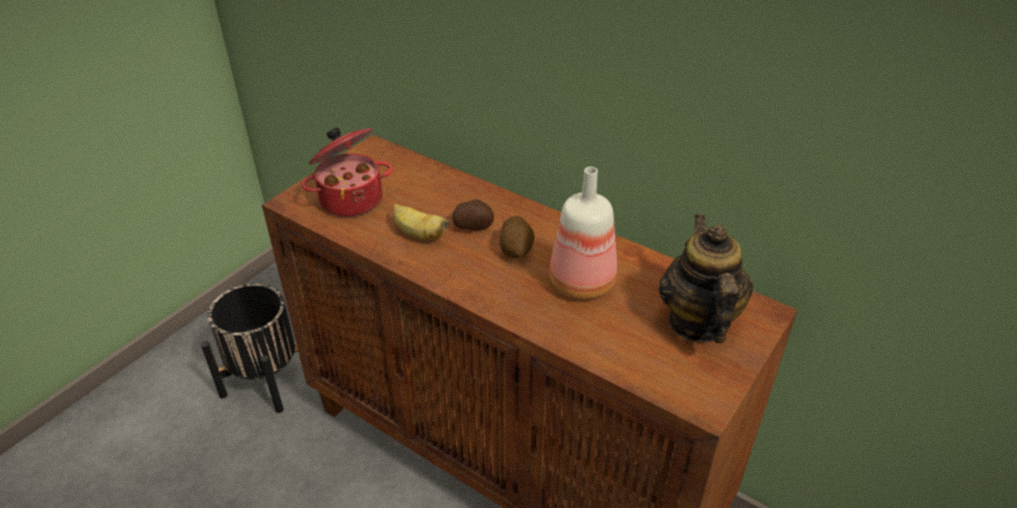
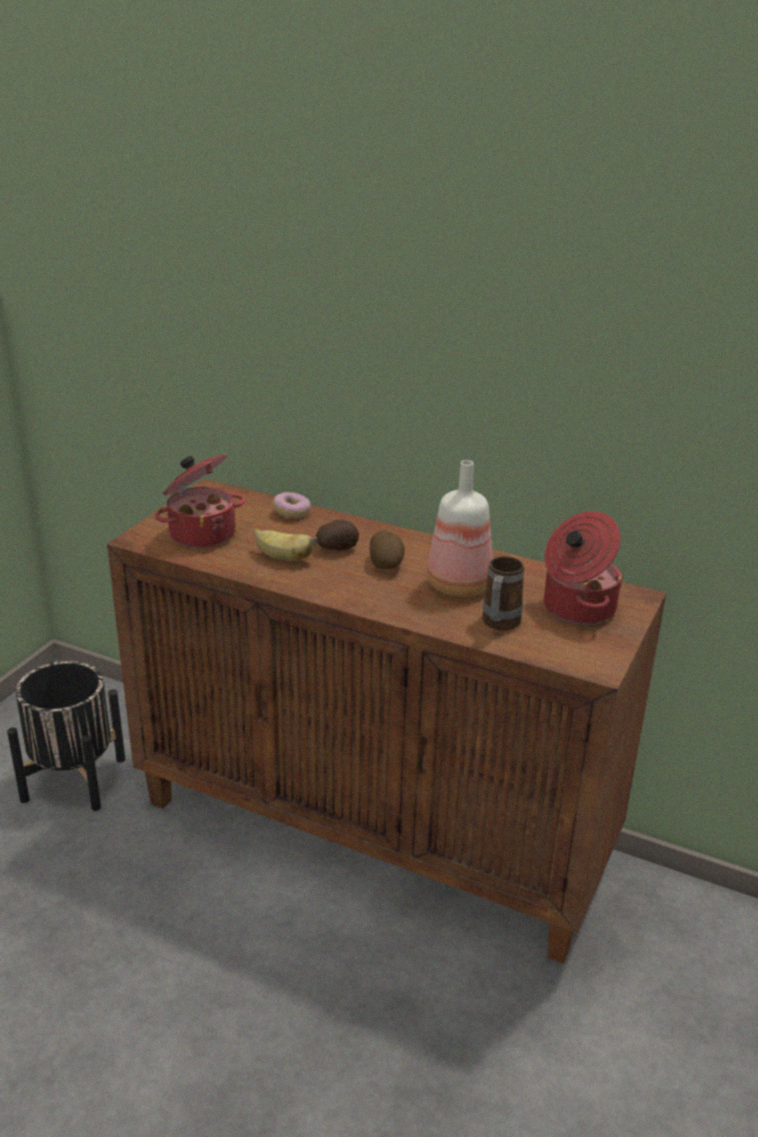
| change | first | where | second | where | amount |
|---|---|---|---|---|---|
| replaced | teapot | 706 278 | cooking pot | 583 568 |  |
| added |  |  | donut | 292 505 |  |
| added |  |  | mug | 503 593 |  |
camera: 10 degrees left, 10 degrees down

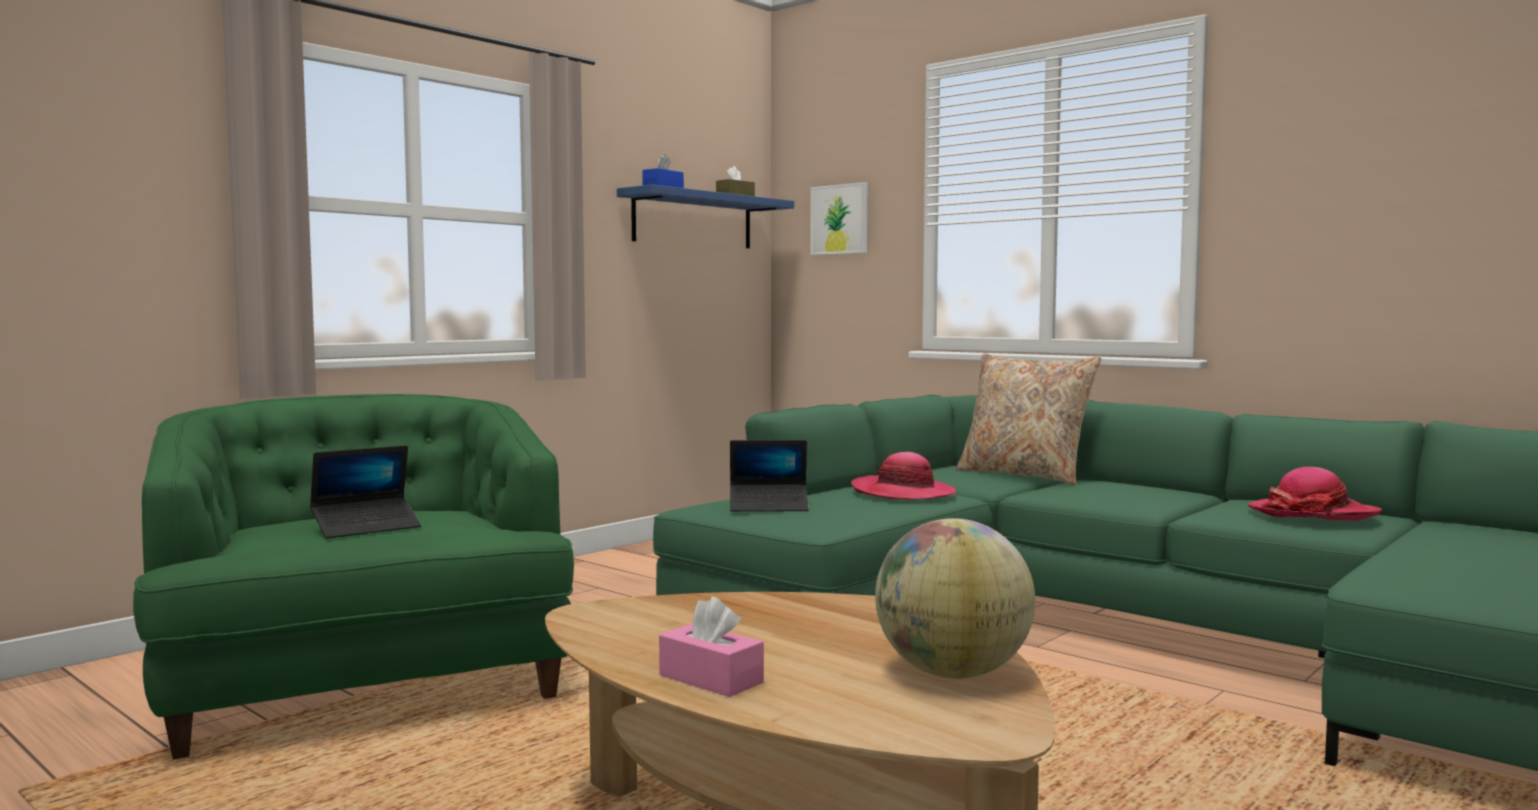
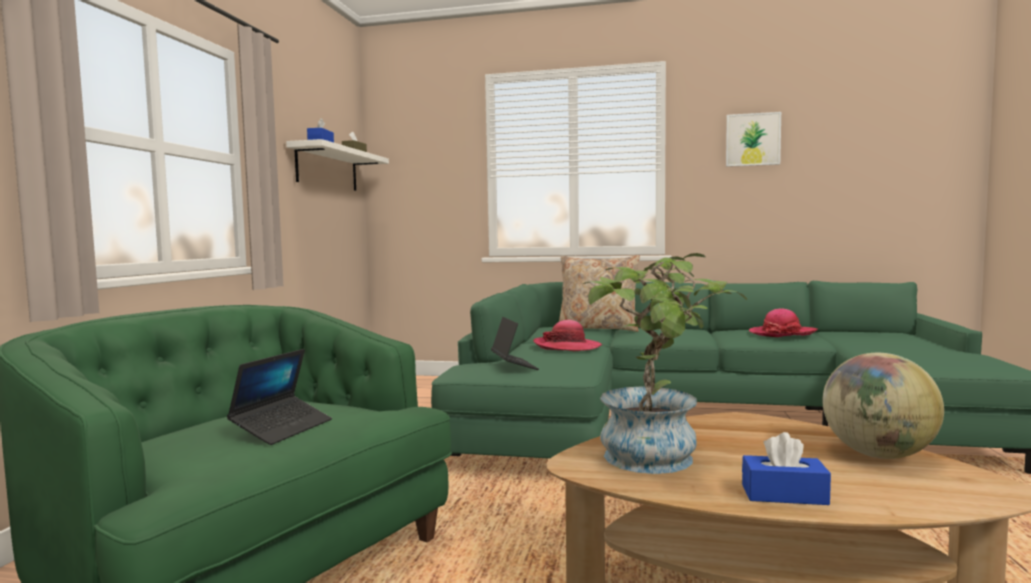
| change | first | where | second | where | amount |
|---|---|---|---|---|---|
| recoloured | blue shelf | 705 216 | white shelf | 337 165 |  |
| recoloured | pink tissue box | 711 647 | blue tissue box | 786 468 |  |
| turned | laptop | 769 476 |  | 515 343 | 75 degrees counterclockwise |
| moved | picture | 838 218 |  | 753 139 |  |
| added |  |  | potted plant | 665 363 |  |
camera: 30 degrees left, 0 degrees up

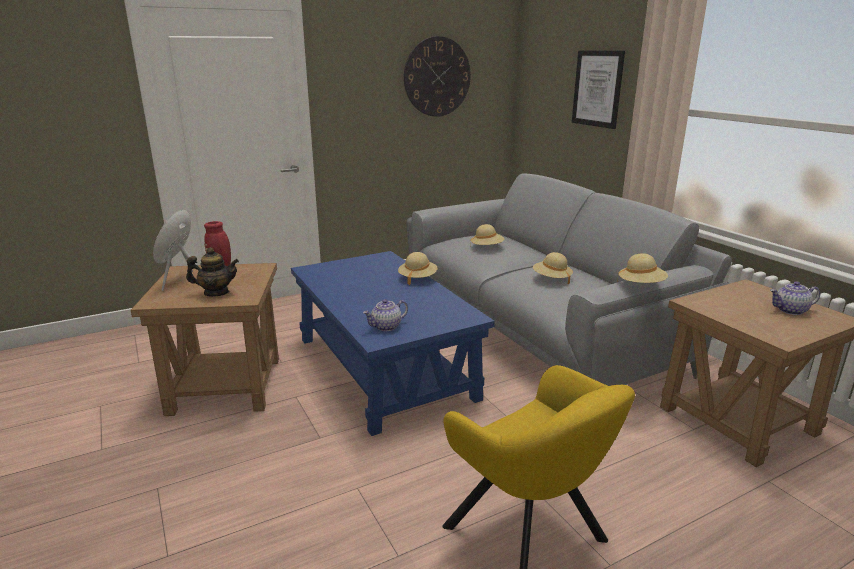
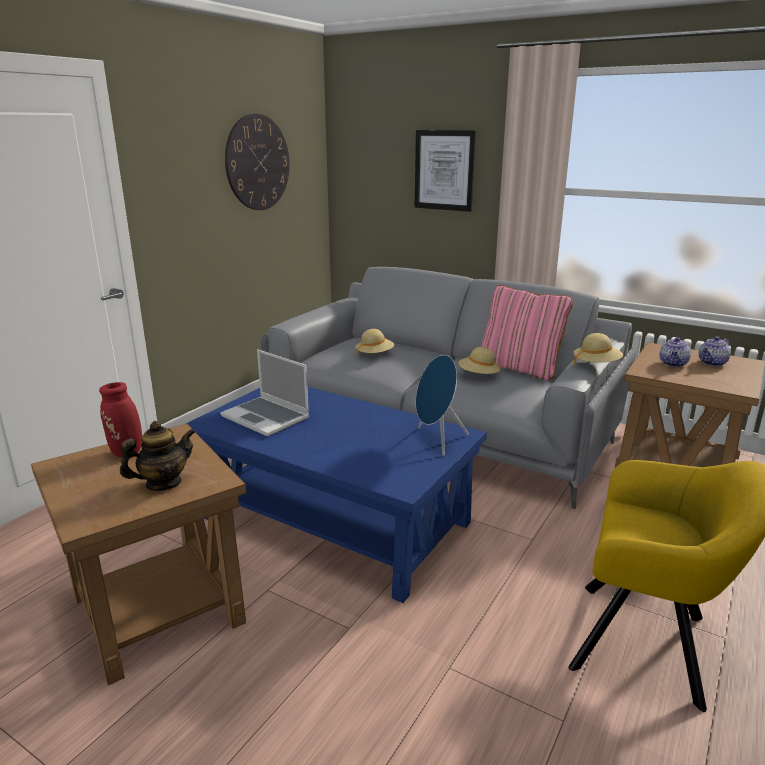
| change | first | where | second | where | amount |
|---|---|---|---|---|---|
| moved | blue speaker | 176 250 |  | 442 405 |  |
| moved | teapot | 385 315 |  | 675 352 |  |
| removed | beige hat | 417 268 |  |  |  |
| added |  |  | laptop | 265 393 |  |
| added |  |  | pink pillow | 527 332 |  |
camera: 30 degrees left, 0 degrees up

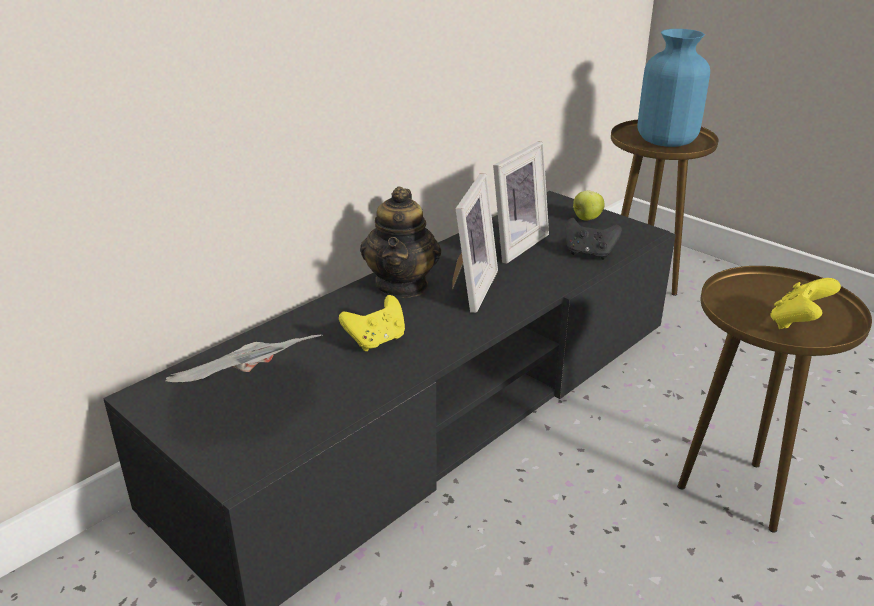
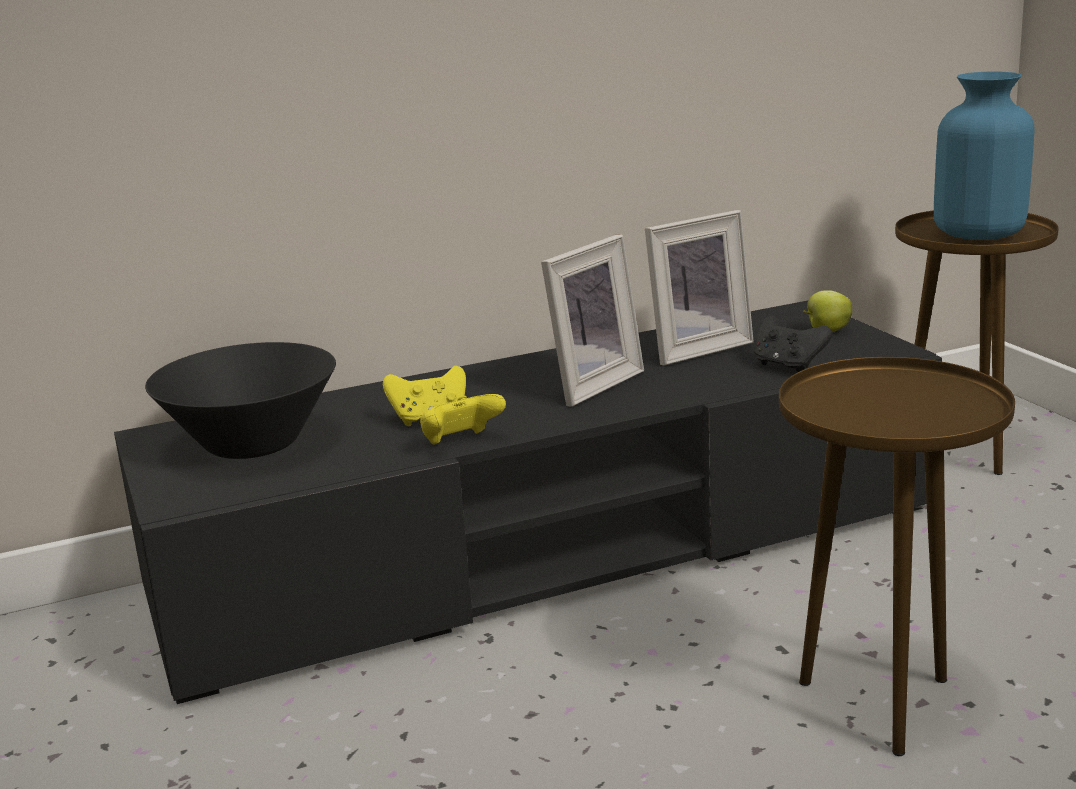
| change | first | where | second | where | amount |
|---|---|---|---|---|---|
| replaced | newspaper | 244 358 | black bowl | 240 400 |  |
| removed | teapot | 400 242 |  |  |  |
| moved | yellow game controller | 805 303 |  | 463 419 |  |
camera: 25 degrees right, 10 degrees down

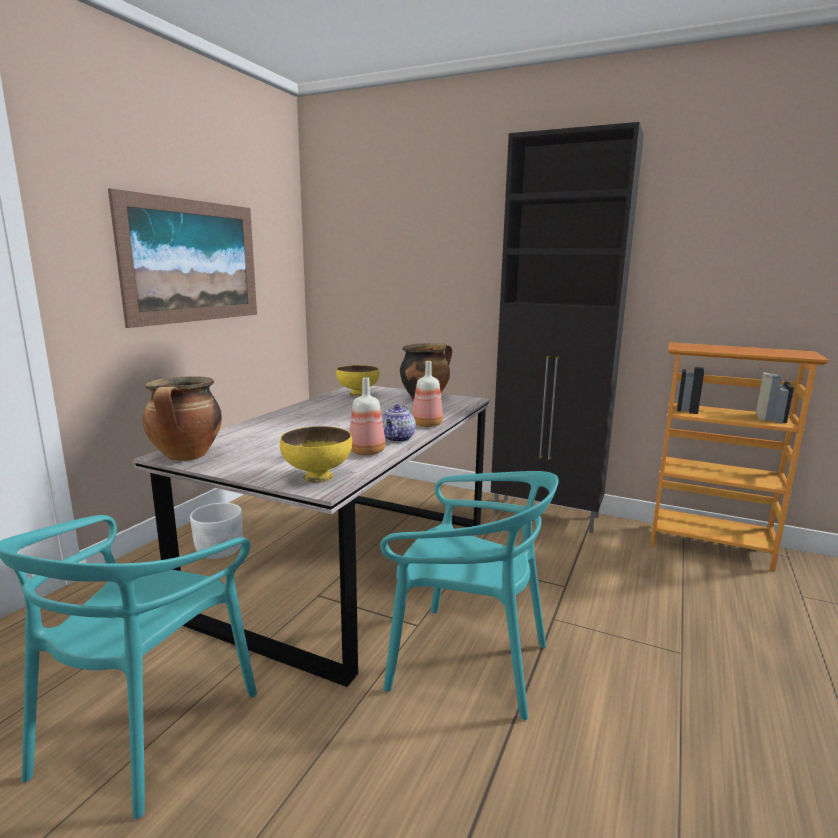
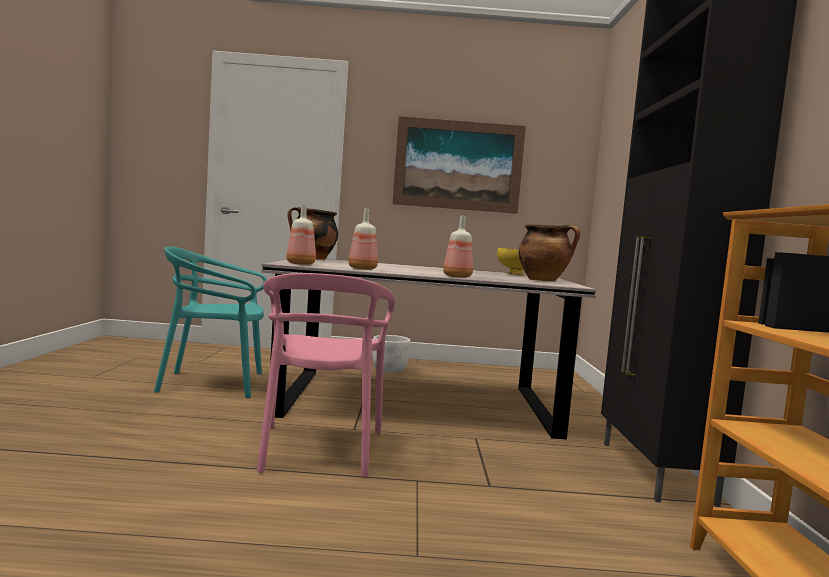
| change | first | where | second | where | amount |
|---|---|---|---|---|---|
| replaced | yellow bowl | 316 454 | bottle | 301 234 |  |
| recoloured | turquoise chair | 469 595 | pink chair | 326 375 |  |
| removed | teapot | 399 423 |  |  |  |
camera: 65 degrees right, 10 degrees down

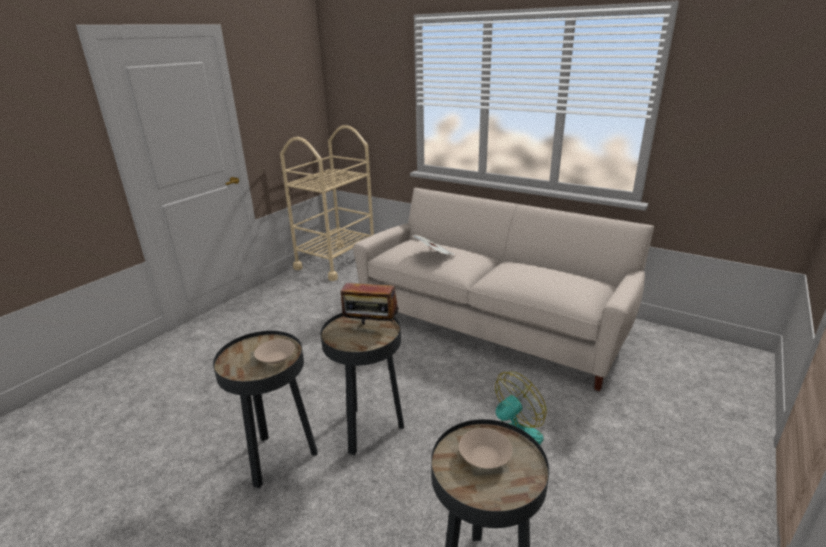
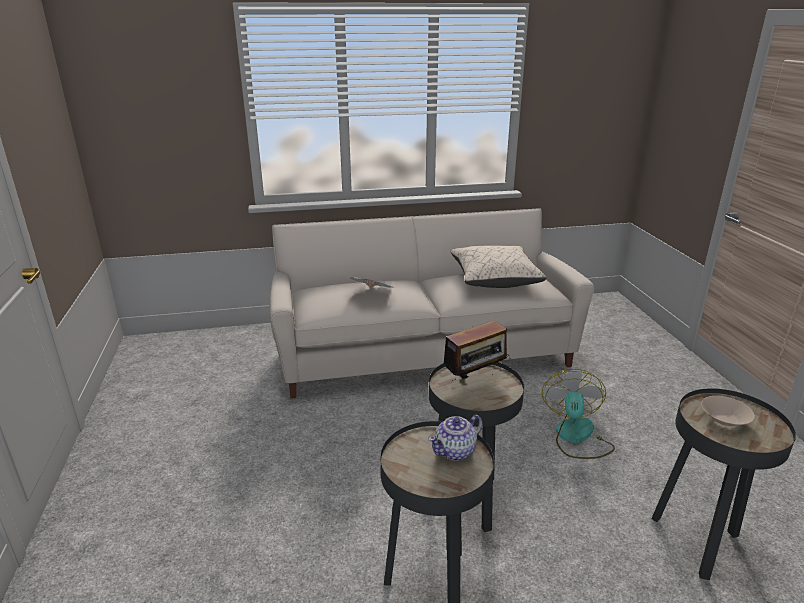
| change | first | where | second | where | amount |
|---|---|---|---|---|---|
| replaced | beige bowl | 274 351 | teapot | 455 438 |  |
| removed | beige cart | 327 203 |  |  |  |
| added |  |  | beige pillow | 498 267 |  |
camera: 45 degrees left, 0 degrees up

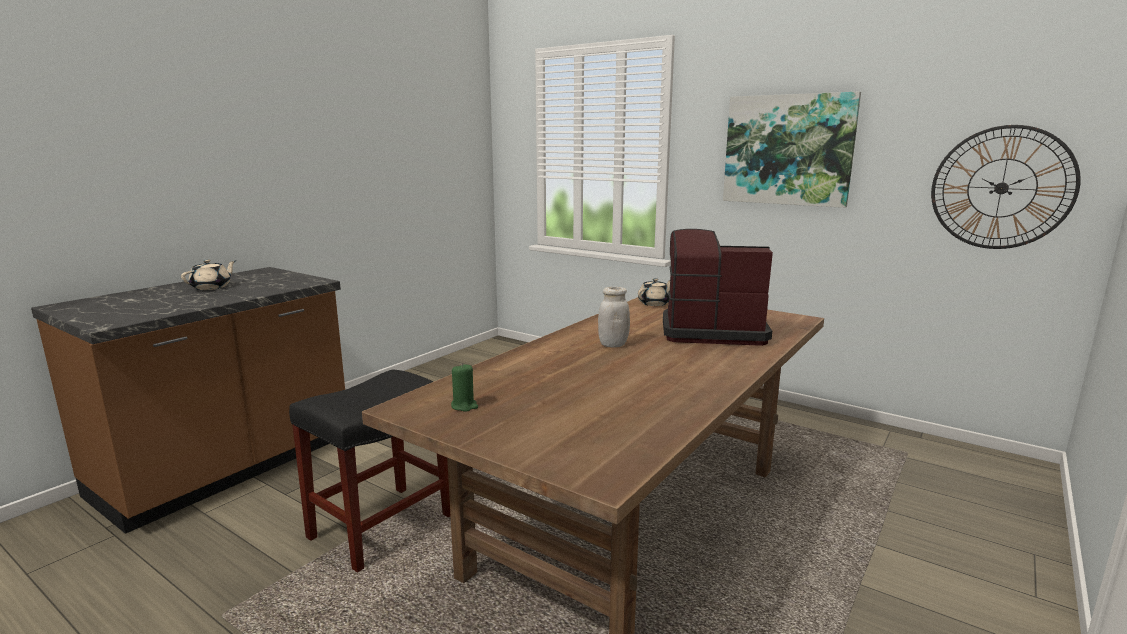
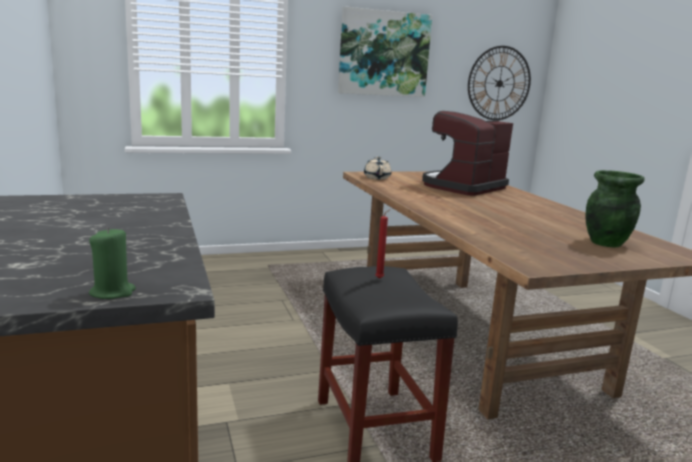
| change | first | where | second | where | amount |
|---|---|---|---|---|---|
| removed | beige teapot | 208 274 |  |  |  |
| moved | green candle | 464 387 |  | 112 263 |  |
| removed | white jar | 614 317 |  |  |  |
| added |  |  | red candle | 383 244 |  |
| added |  |  | green vase | 615 208 |  |
camera: 55 degrees left, 0 degrees up

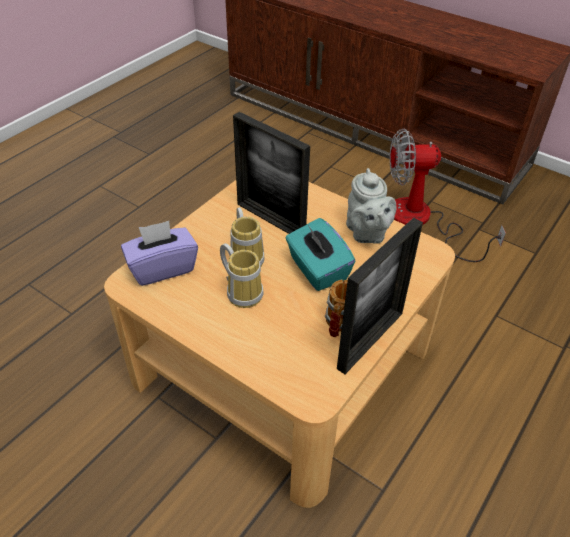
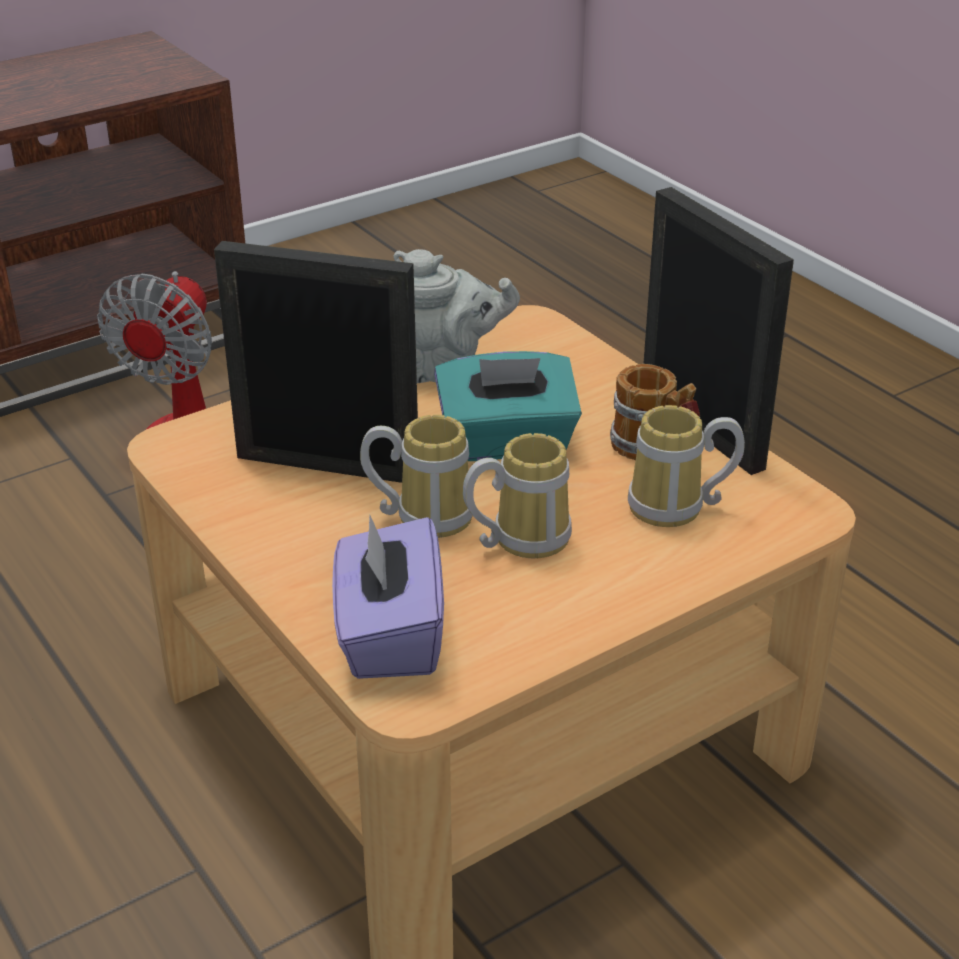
| change | first | where | second | where | amount |
|---|---|---|---|---|---|
| turned | picture frame | 271 173 |  | 316 362 | 135 degrees counterclockwise |
| added |  |  | mug | 686 466 |  |
camera: 70 degrees left, 10 degrees down

